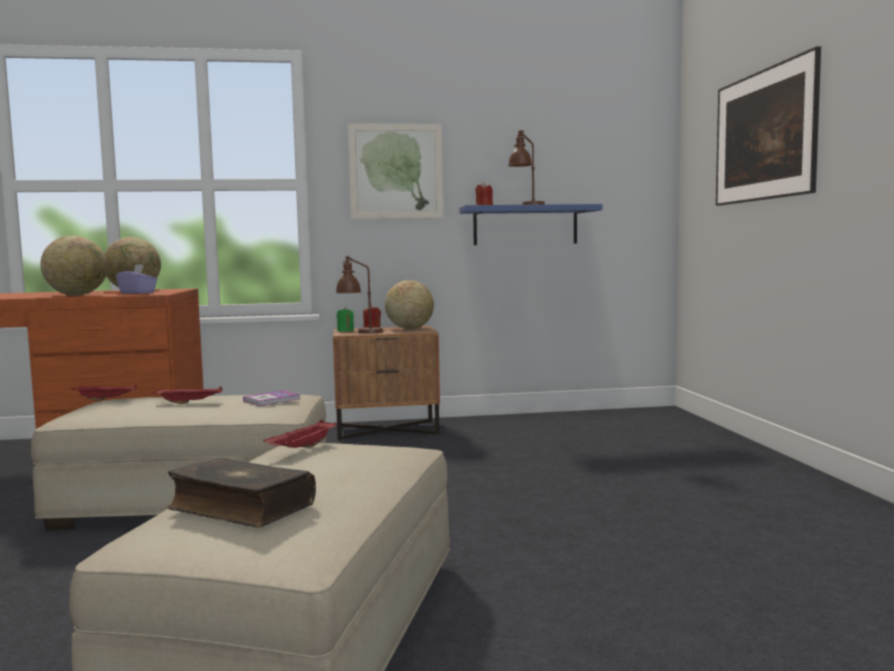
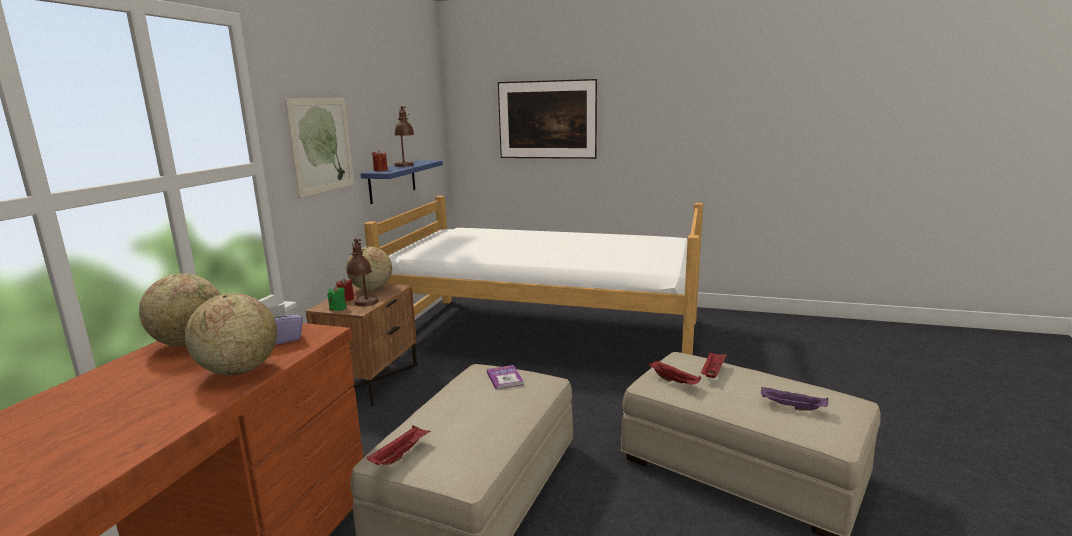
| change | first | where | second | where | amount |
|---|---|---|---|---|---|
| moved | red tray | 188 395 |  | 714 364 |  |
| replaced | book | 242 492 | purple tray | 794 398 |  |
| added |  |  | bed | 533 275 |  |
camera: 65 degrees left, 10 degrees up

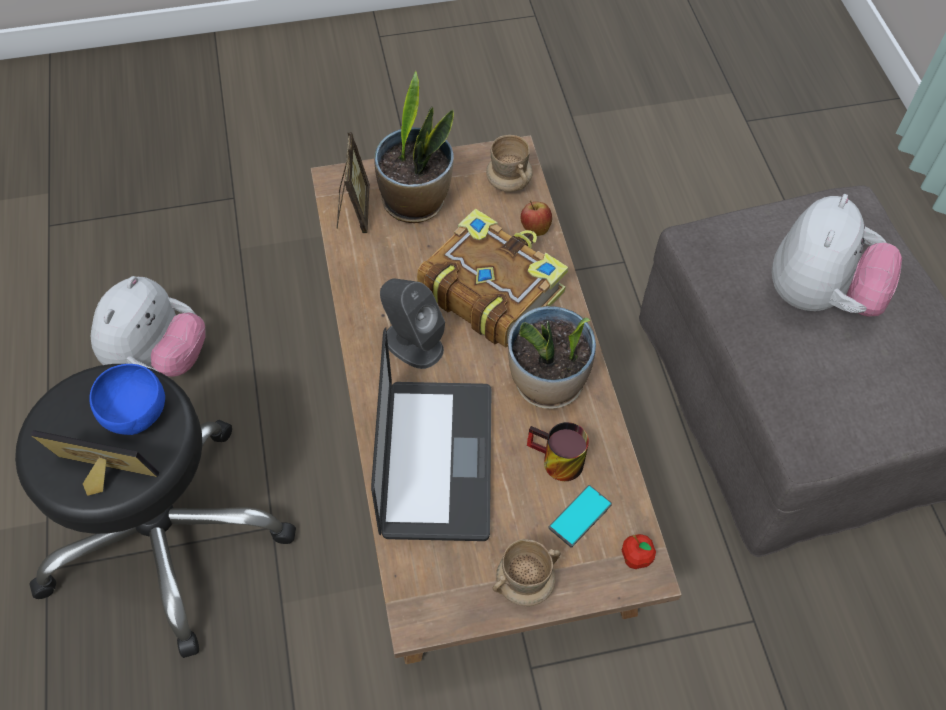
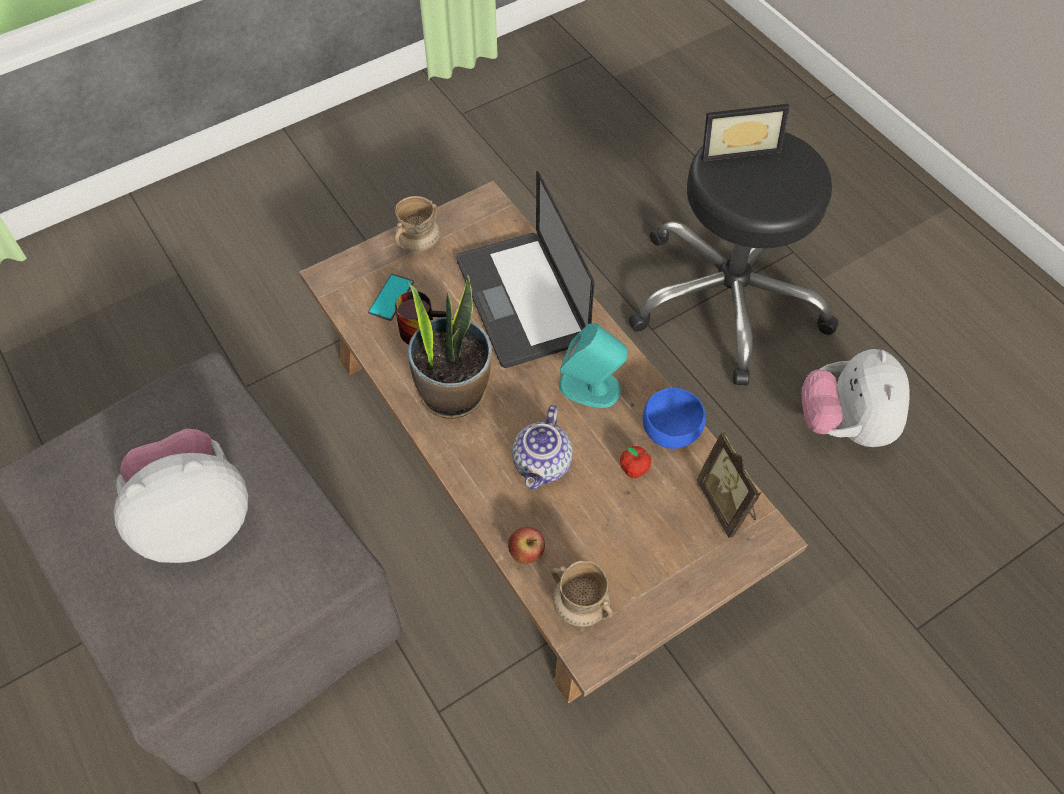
| change | first | where | second | where | amount |
|---|---|---|---|---|---|
| moved | blue bowl | 127 399 |  | 674 418 |  |
| removed | potted plant | 414 147 |  |  |  |
| recoloured | grey speaker | 412 324 | turquoise speaker | 593 365 |  |
| replaced | book | 492 278 | teapot | 542 447 |  |
| moved | apple | 639 551 |  | 635 462 |  |
| turned | plush toy | 836 255 |  | 180 496 | 60 degrees clockwise |
camera: 160 degrees right, 0 degrees up

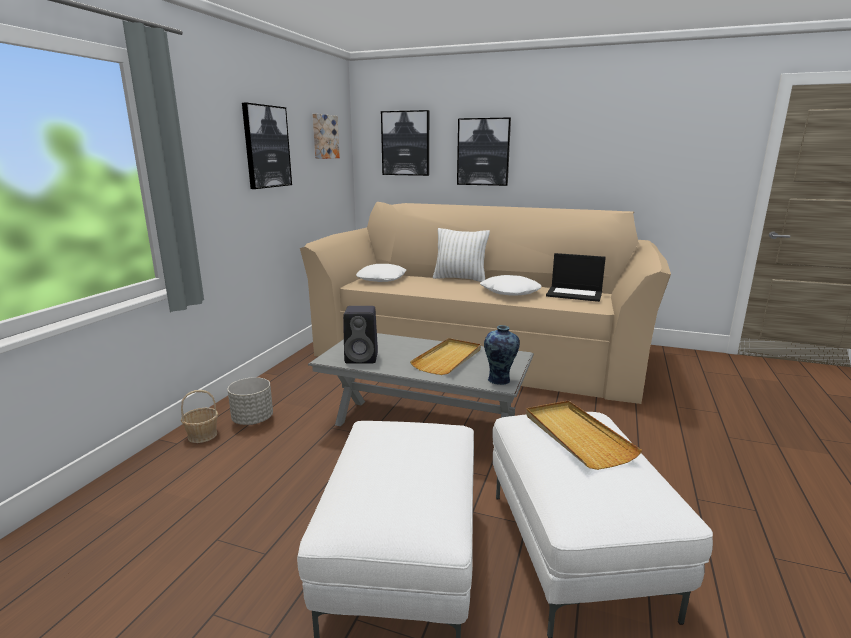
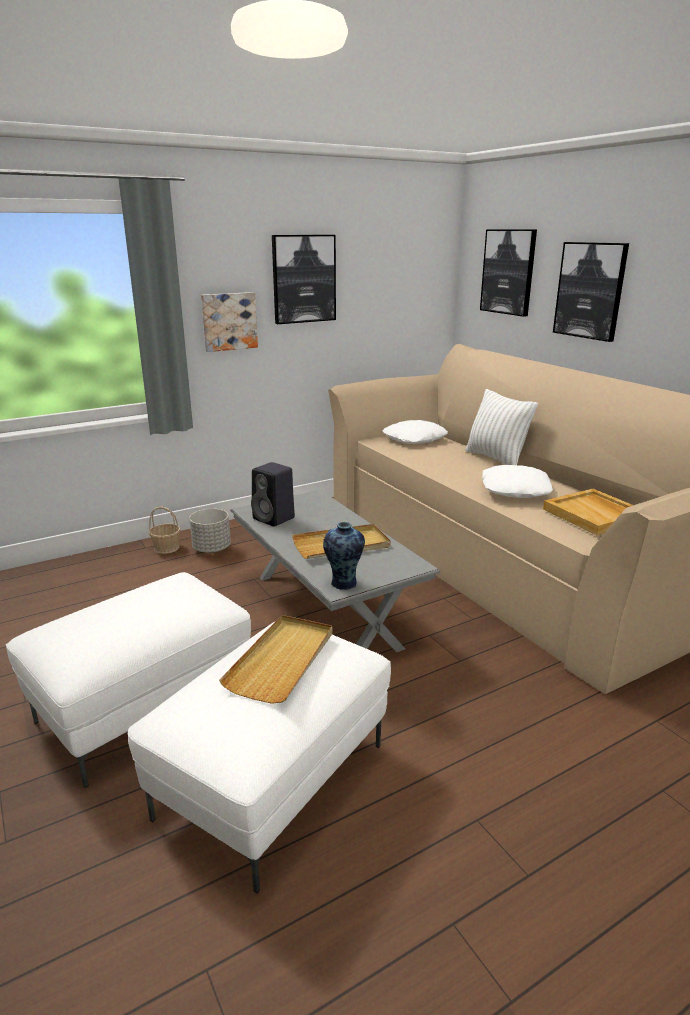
| change | first | where | second | where | amount |
|---|---|---|---|---|---|
| moved | picture | 326 136 |  | 229 322 |  |
| replaced | laptop | 576 277 | beige tray | 588 512 |  |
camera: 40 degrees right, 5 degrees up

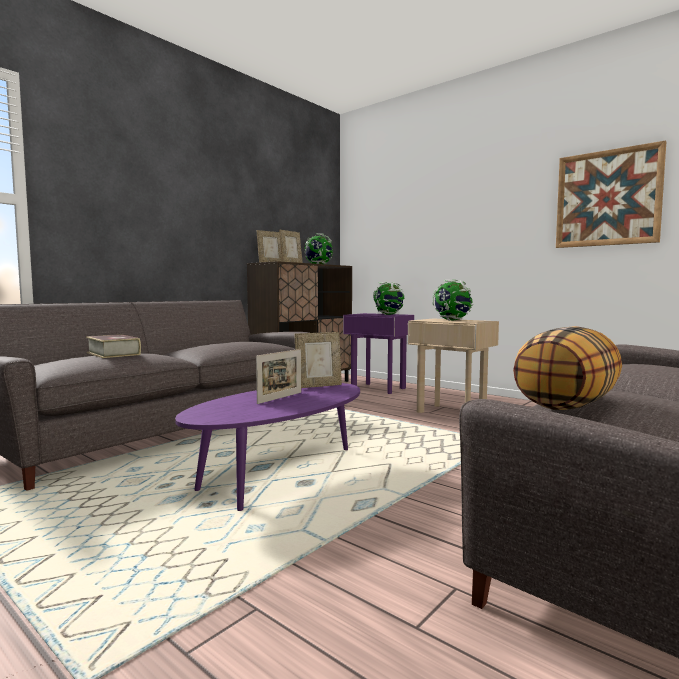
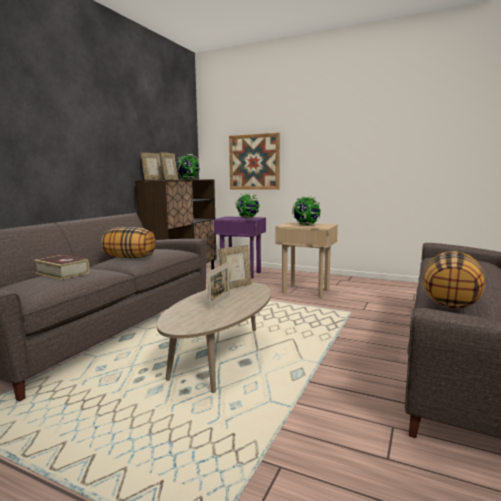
| change | first | where | second | where | amount |
|---|---|---|---|---|---|
| recoloured | purple coffee table | 267 447 | beige coffee table | 214 337 |  |
| moved | picture | 611 194 |  | 254 161 |  |
| added |  |  | pillow | 128 242 |  |
camera: 15 degrees left, 5 degrees up

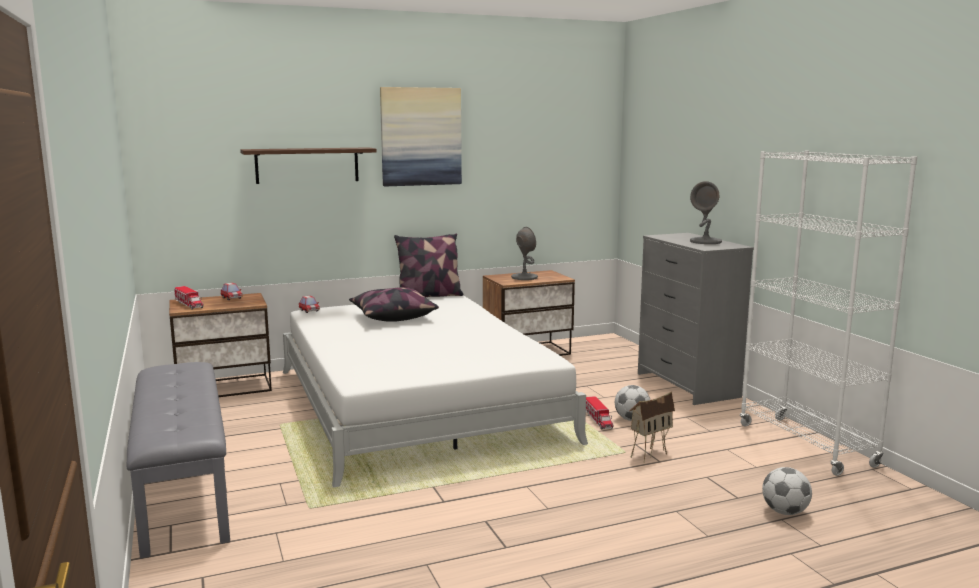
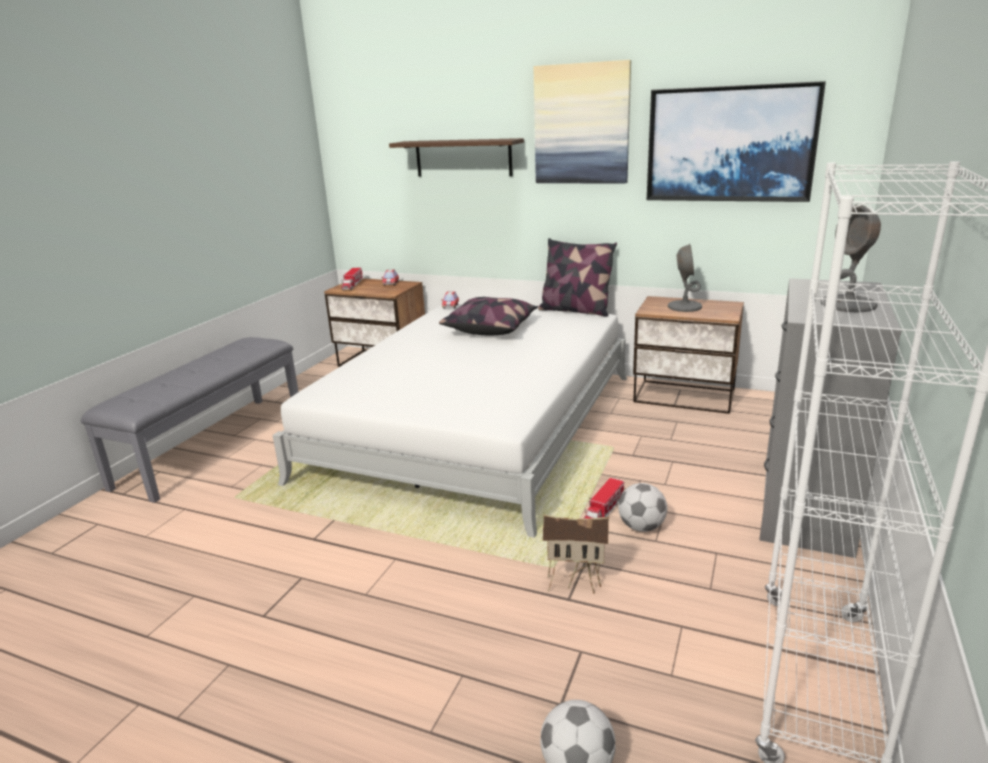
| change | first | where | second | where | amount |
|---|---|---|---|---|---|
| added |  |  | picture | 736 141 |  |
camera: 45 degrees right, 10 degrees up

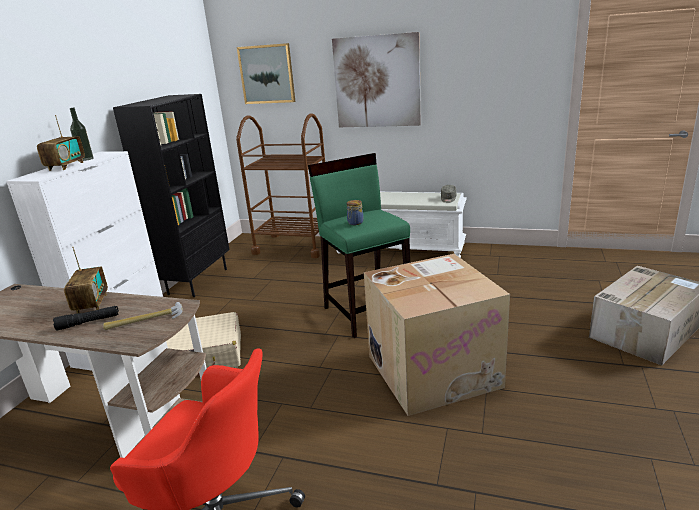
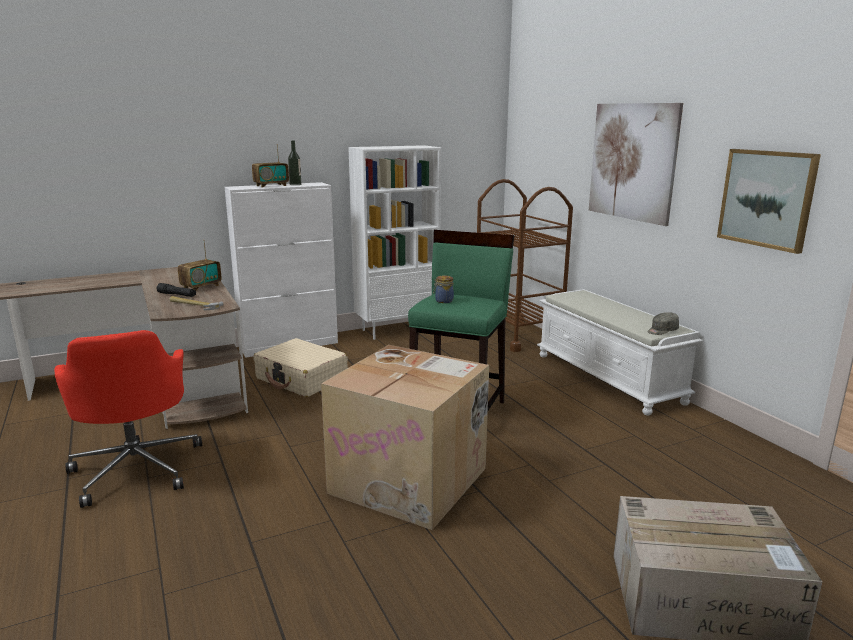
| change | first | where | second | where | amount |
|---|---|---|---|---|---|
| recoloured | black bookcase | 171 195 | white bookcase | 394 242 |  |
| moved | picture | 266 73 |  | 769 201 |  |
camera: 45 degrees right, 5 degrees down

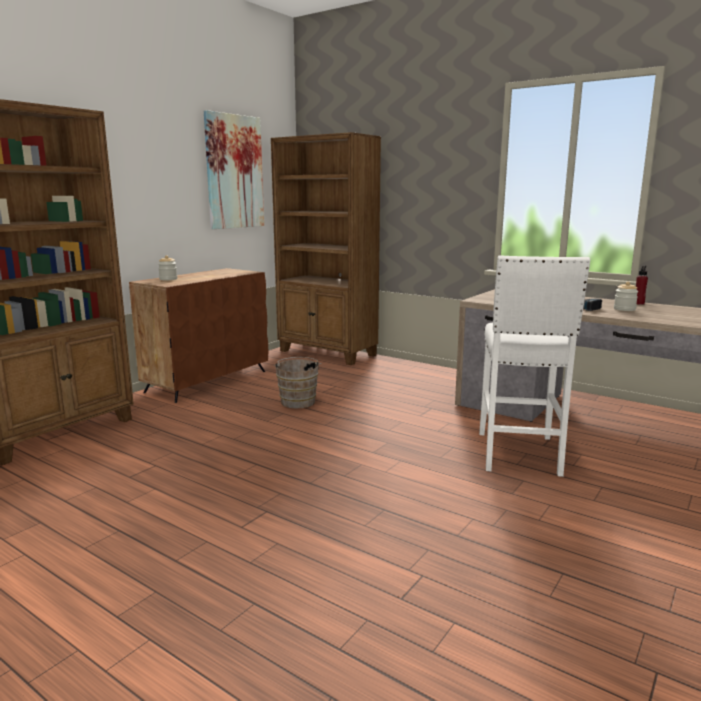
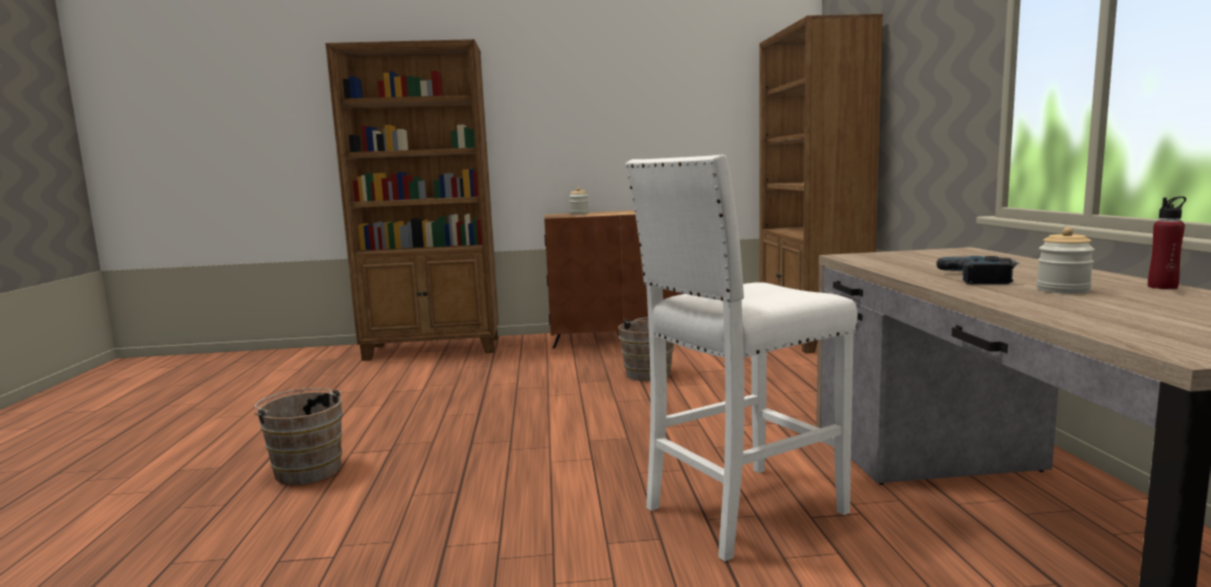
| change | first | where | second | where | amount |
|---|---|---|---|---|---|
| removed | picture | 234 169 |  |  |  |
| added |  |  | brown bucket | 298 436 |  |
camera: 50 degrees right, 5 degrees down

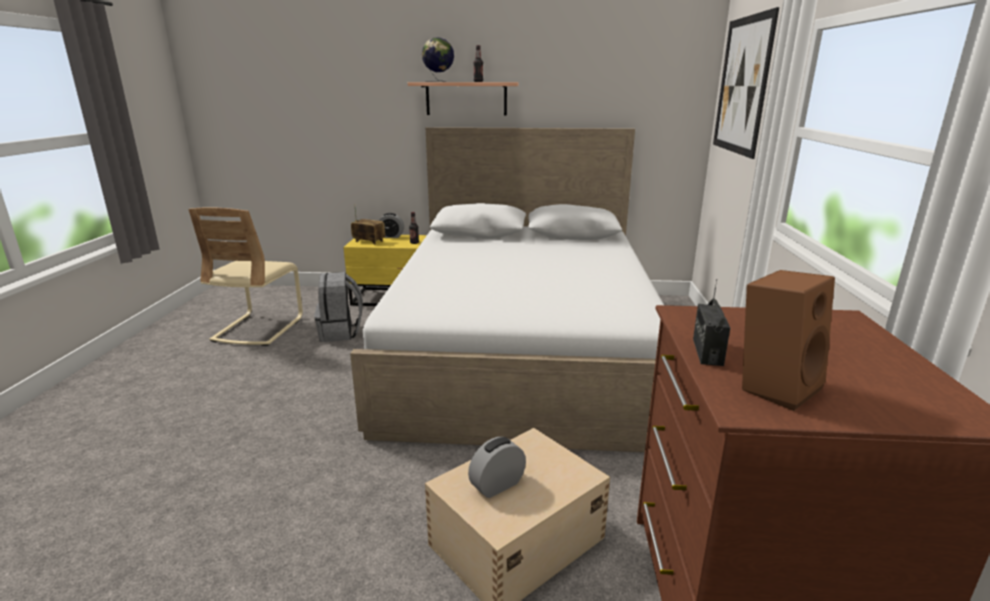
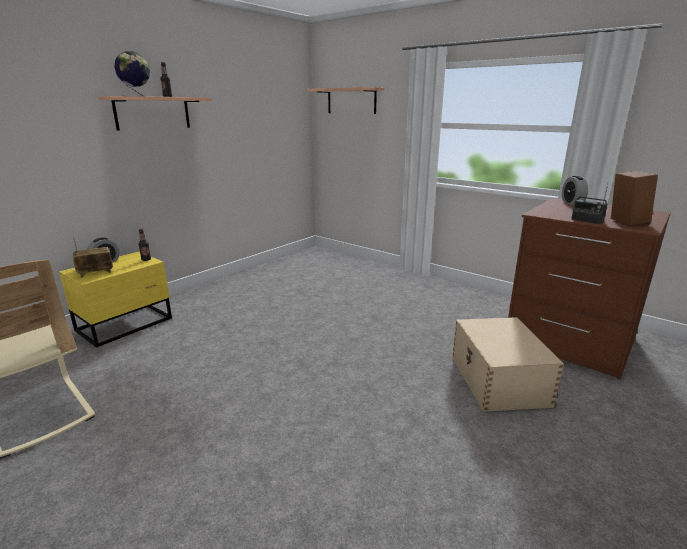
| change | first | where | second | where | amount |
|---|---|---|---|---|---|
| removed | grey backpack | 338 307 |  |  |  |
| removed | white bed | 507 289 |  |  |  |
| moved | alarm clock | 497 467 |  | 575 190 |  |
| replaced | picture | 746 83 | shelf | 345 100 |  |
camera: 55 degrees left, 0 degrees up

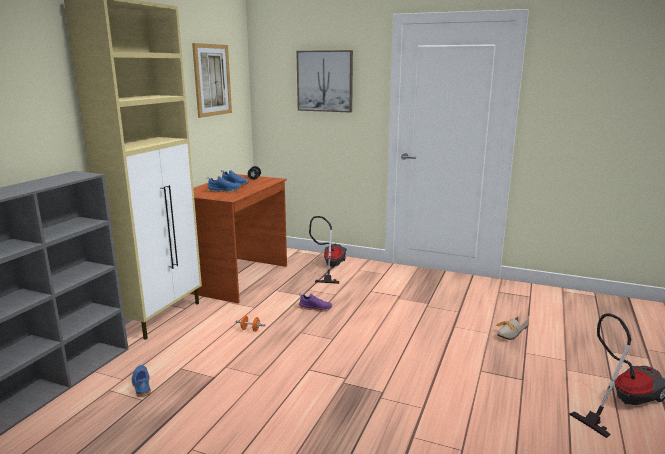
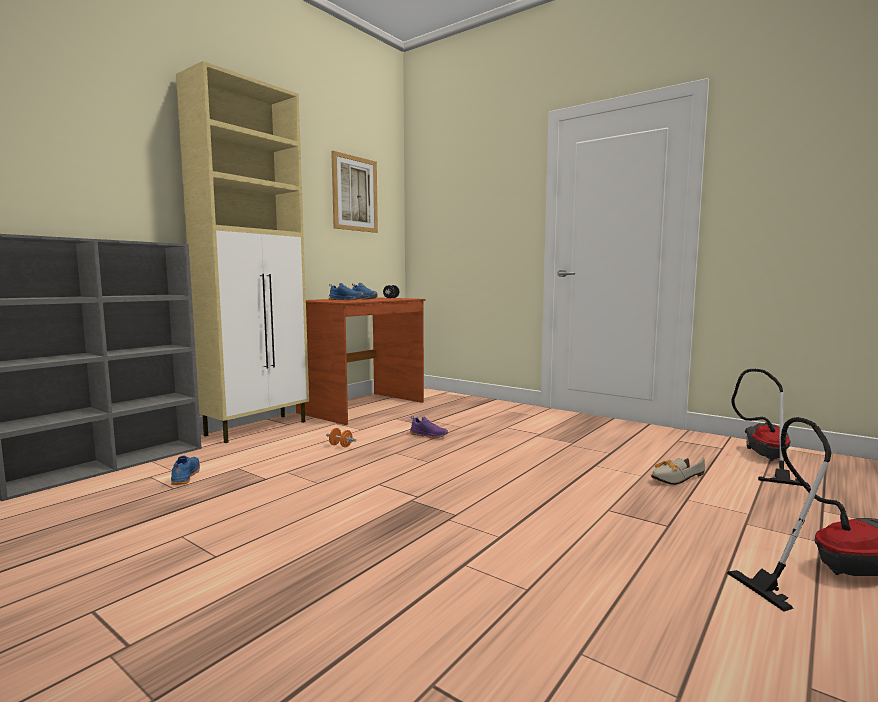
| change | first | where | second | where | amount |
|---|---|---|---|---|---|
| removed | picture | 324 81 |  |  |  |
| moved | vacuum cleaner | 328 250 |  | 770 428 |  |
camera: 15 degrees right, 10 degrees down

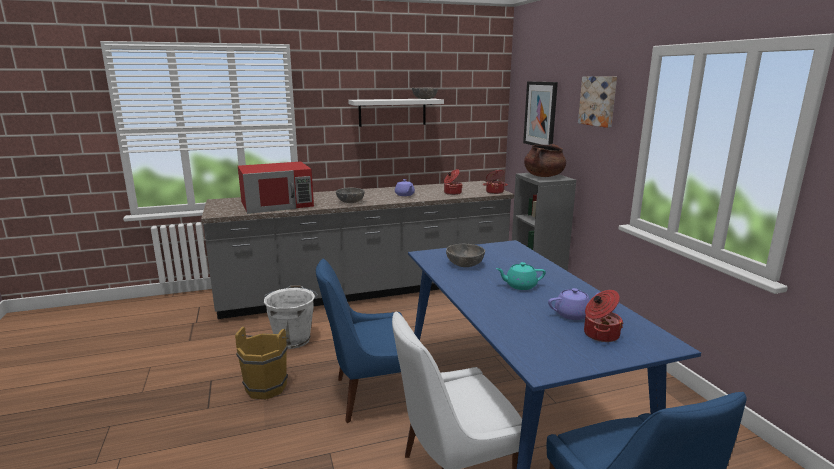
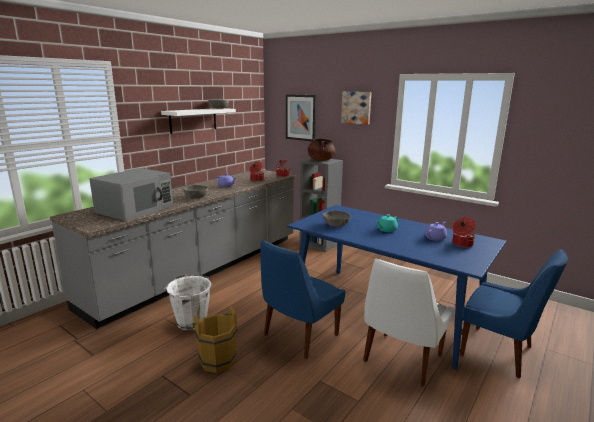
| change | first | where | second | where | amount |
|---|---|---|---|---|---|
| recoloured | red microwave | 276 188 | grey microwave | 131 194 |  |
camera: 35 degrees left, 0 degrees up

